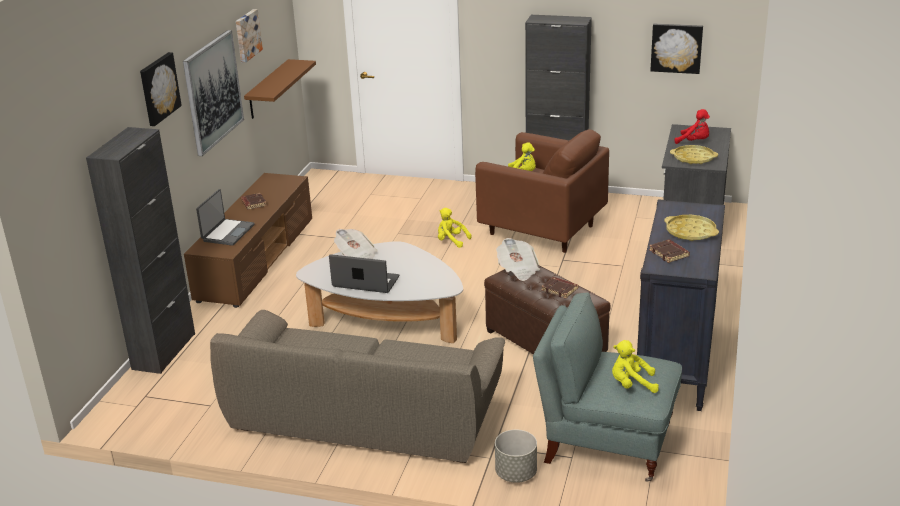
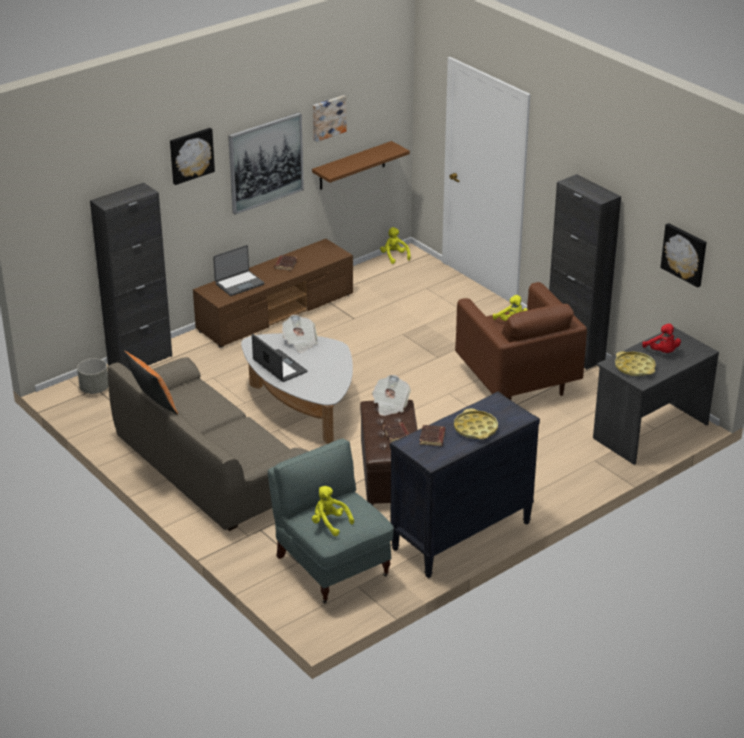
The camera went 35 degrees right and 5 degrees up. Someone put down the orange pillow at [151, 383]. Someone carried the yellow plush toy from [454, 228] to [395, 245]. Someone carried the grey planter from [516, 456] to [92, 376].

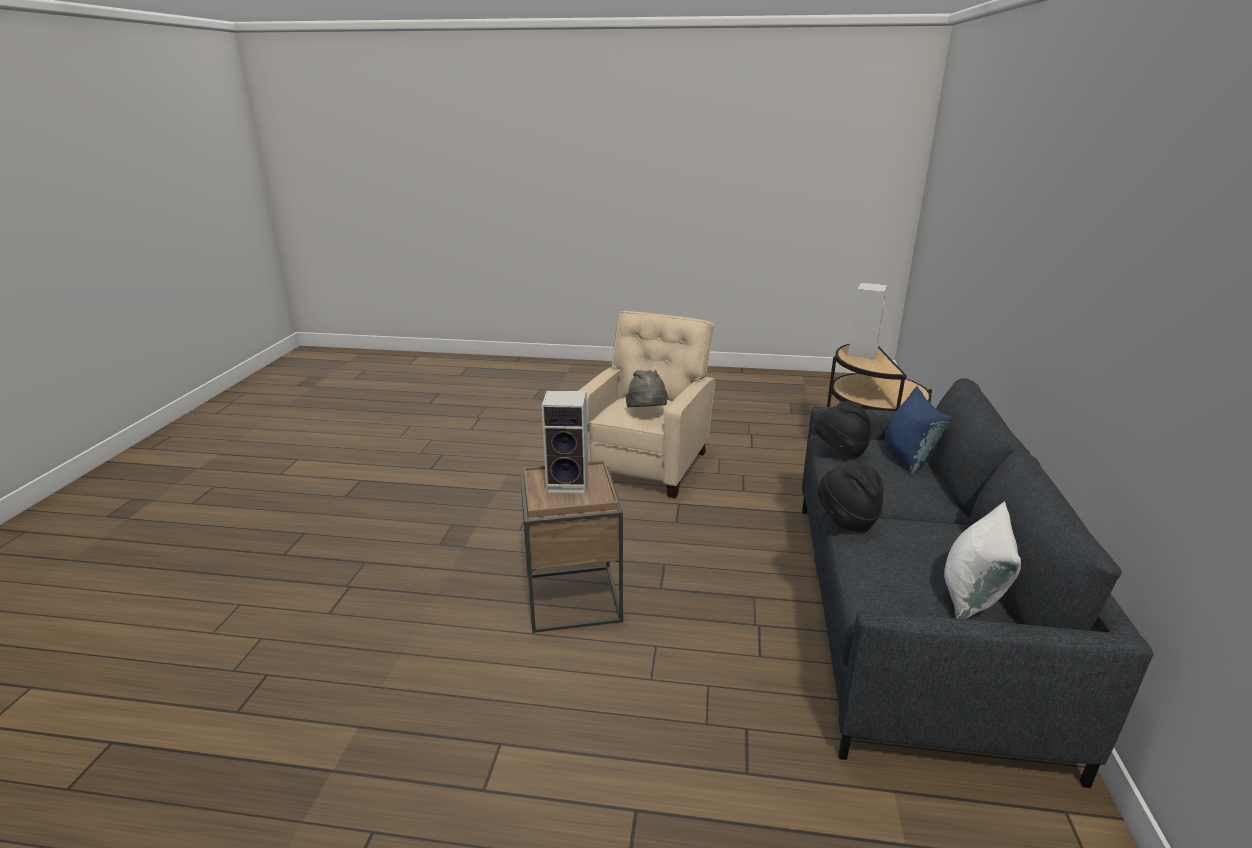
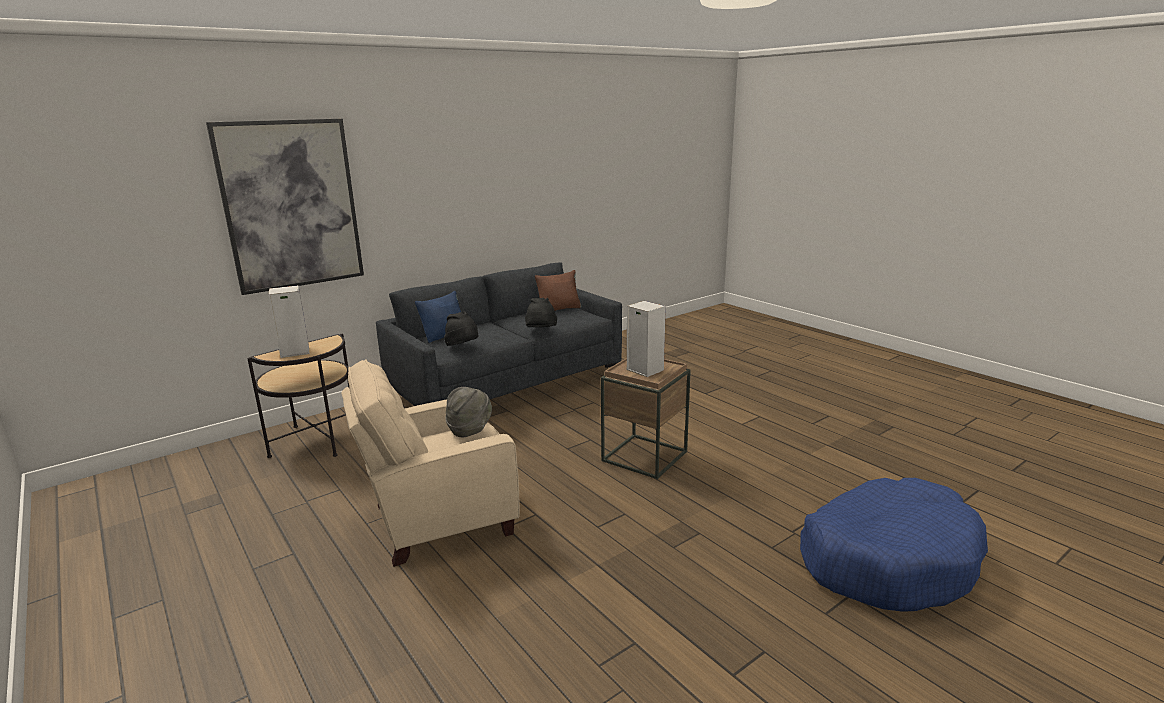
The camera went 135 degrees left and 5 degrees down. Someone put up the picture at [285, 207]. Someone put down the blue dog bed at [894, 545]. Someone repainted the white pillow at [982, 560], which became the brown pillow at [558, 290].

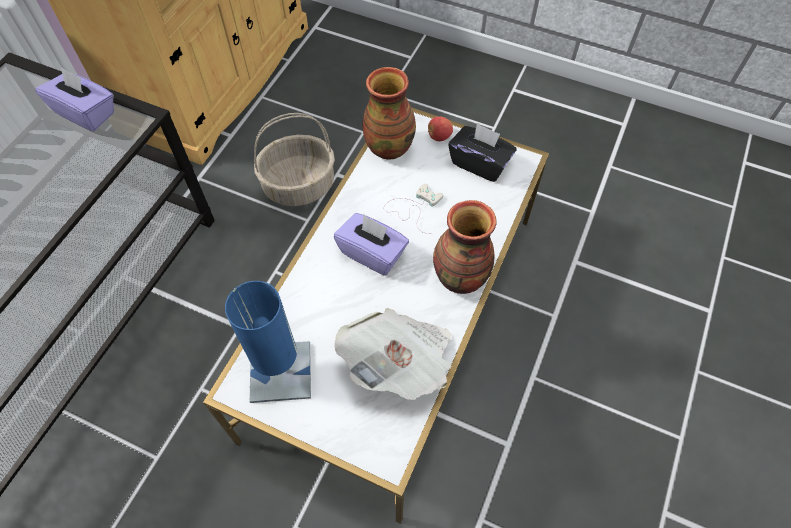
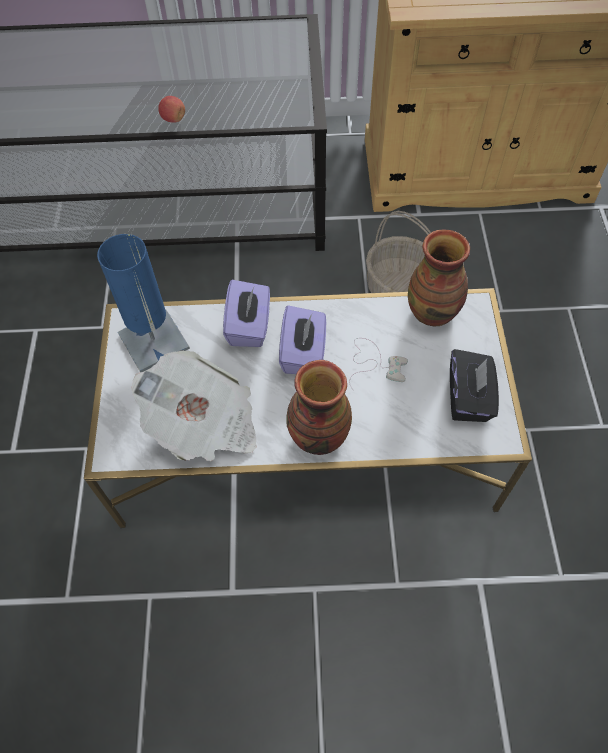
The camera went 65 degrees right and 0 degrees up. Someone carried the purple tissue box from [74, 99] to [246, 313]. Someone carried the apple from [440, 128] to [171, 109].

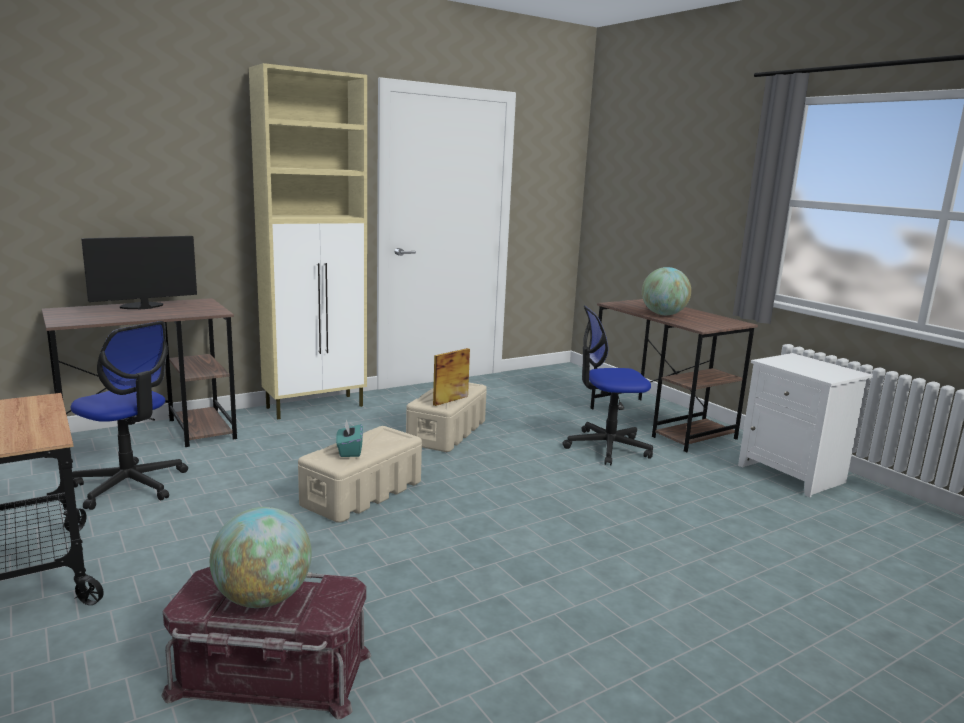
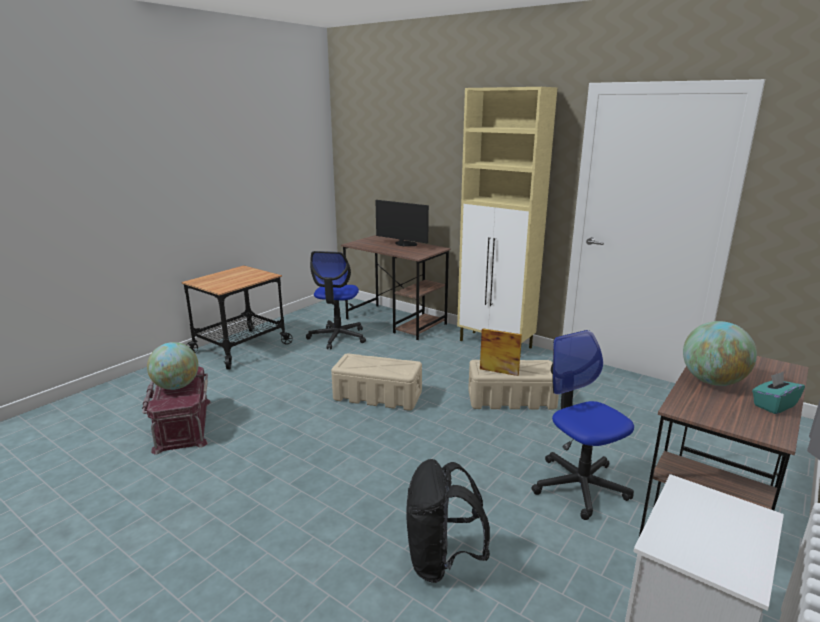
The camera went 70 degrees right and 5 degrees up. Someone put down the black backpack at [448, 521]. Someone carried the turquoise tissue box from [349, 438] to [778, 393].

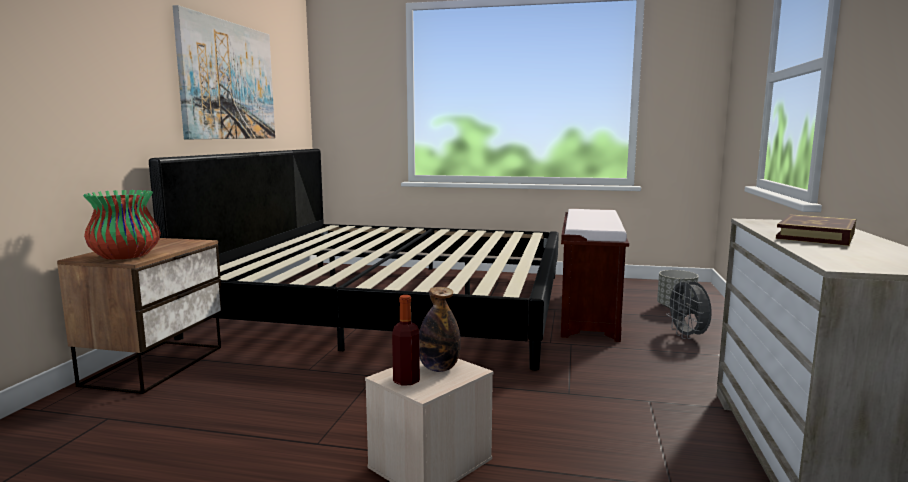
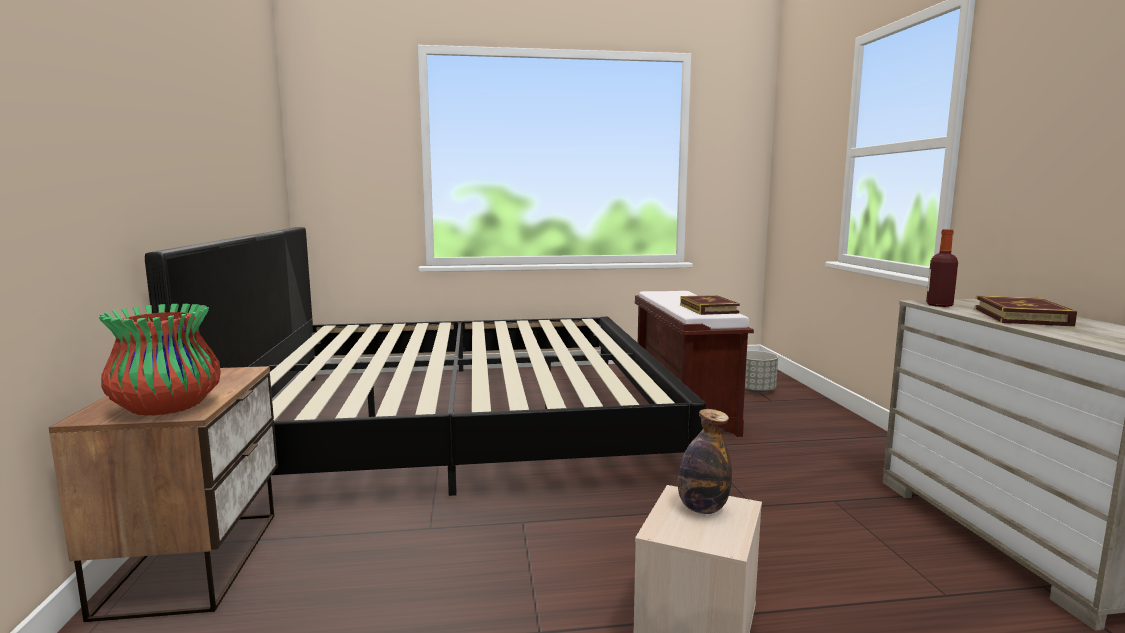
The camera went 20 degrees left and 0 degrees up. Someone took away the picture at [224, 72]. Someone took away the grey fan at [689, 308]. Someone put down the book at [710, 305]. Someone carried the bottle from [406, 340] to [942, 268].

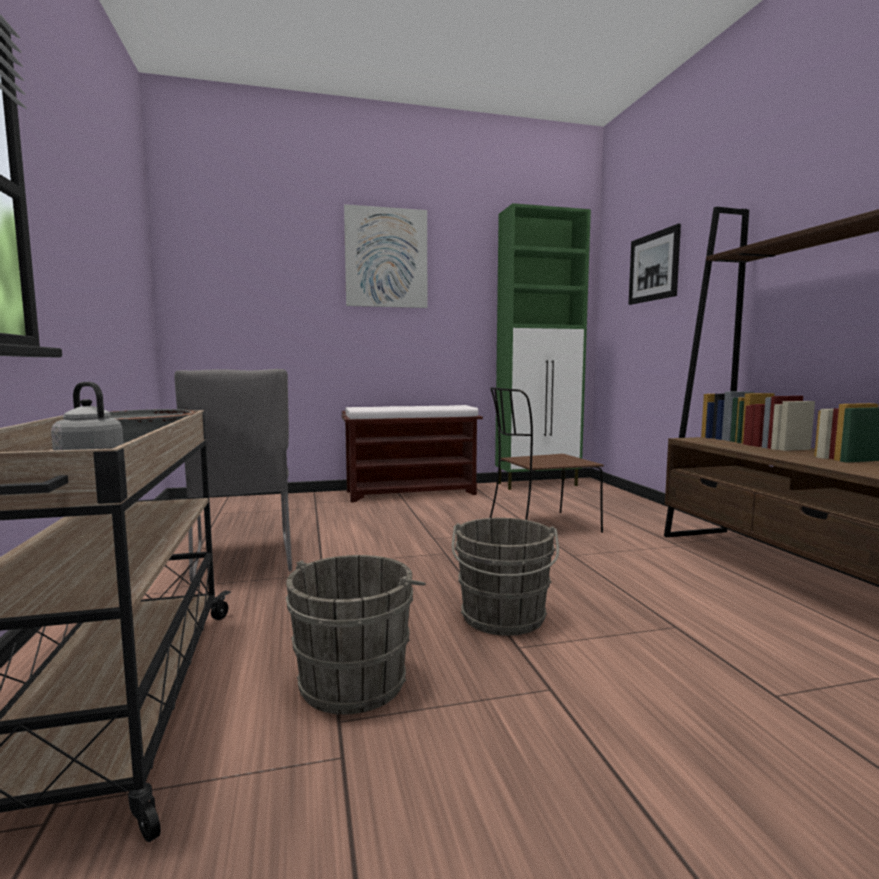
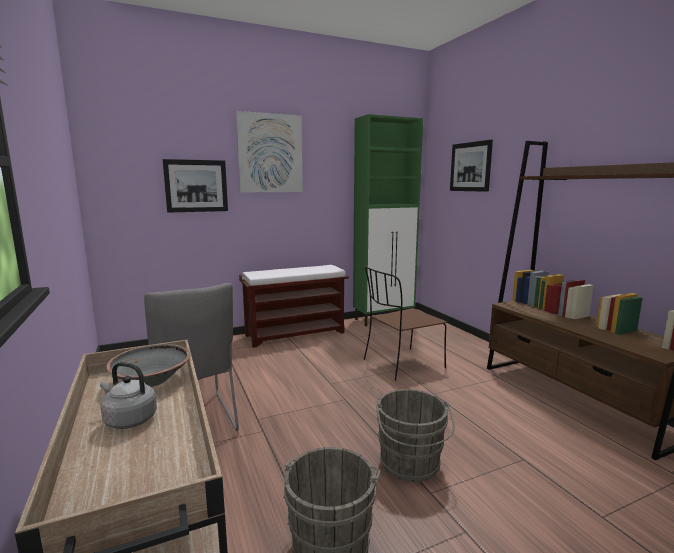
The camera went 10 degrees left and 5 degrees up. Someone put up the picture at [195, 186].

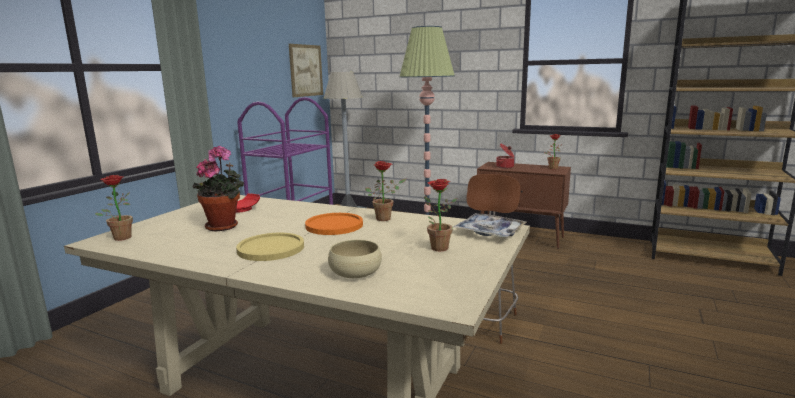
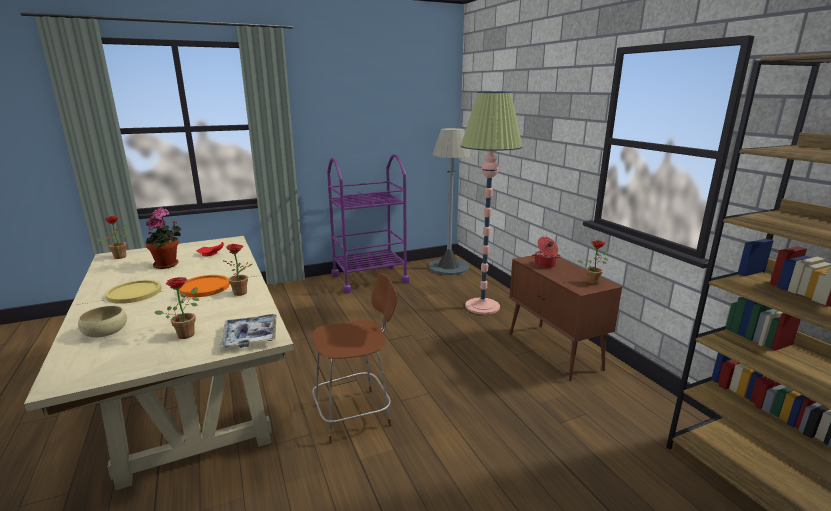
The camera went 40 degrees right and 5 degrees up. Someone took away the picture at [306, 70].

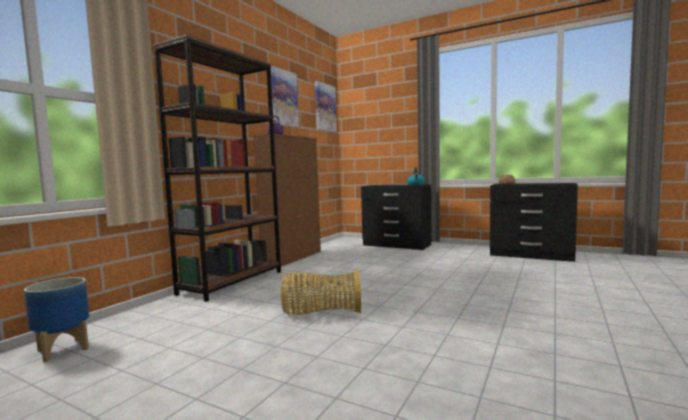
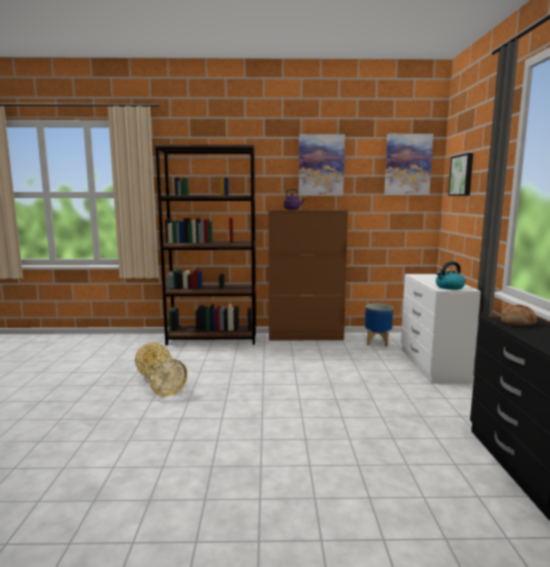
The camera went 60 degrees right and 5 degrees up. Someone put up the picture at [460, 174]. Someone carried the planter from [56, 319] to [379, 325]. Someone repainted the black dresser at [396, 217], which became the white dresser at [441, 328].

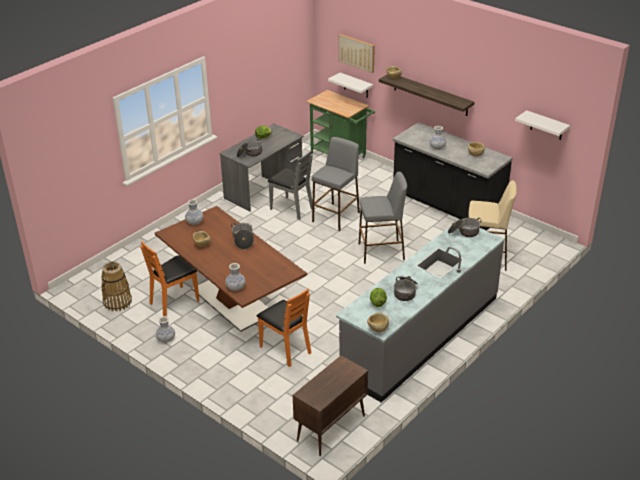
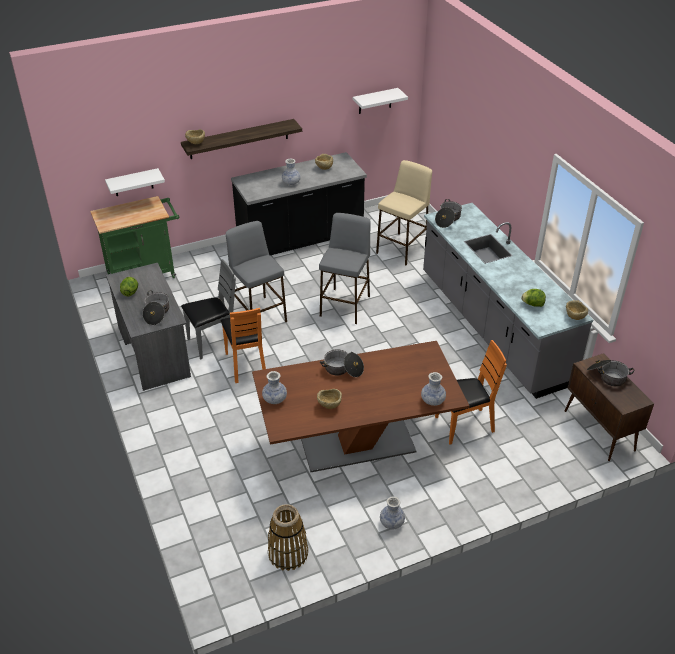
The camera went 65 degrees left and 5 degrees up. Someone took away the picture at [357, 53]. Someone carried the orange chair from [170, 278] to [243, 345]. Someone carried the cooking pot from [406, 288] to [610, 373].

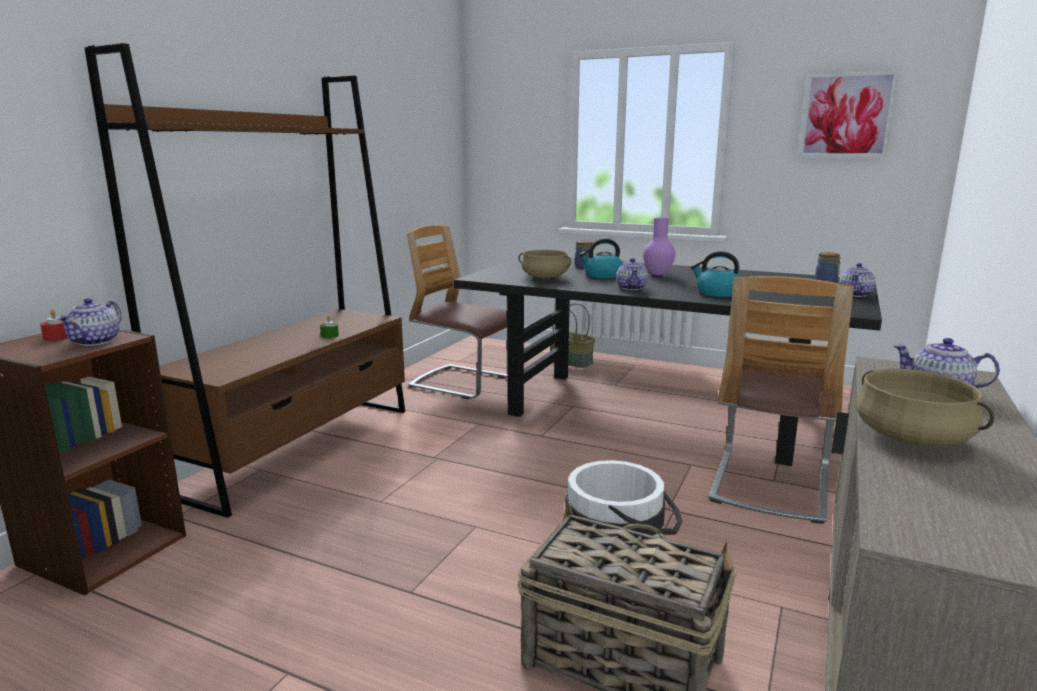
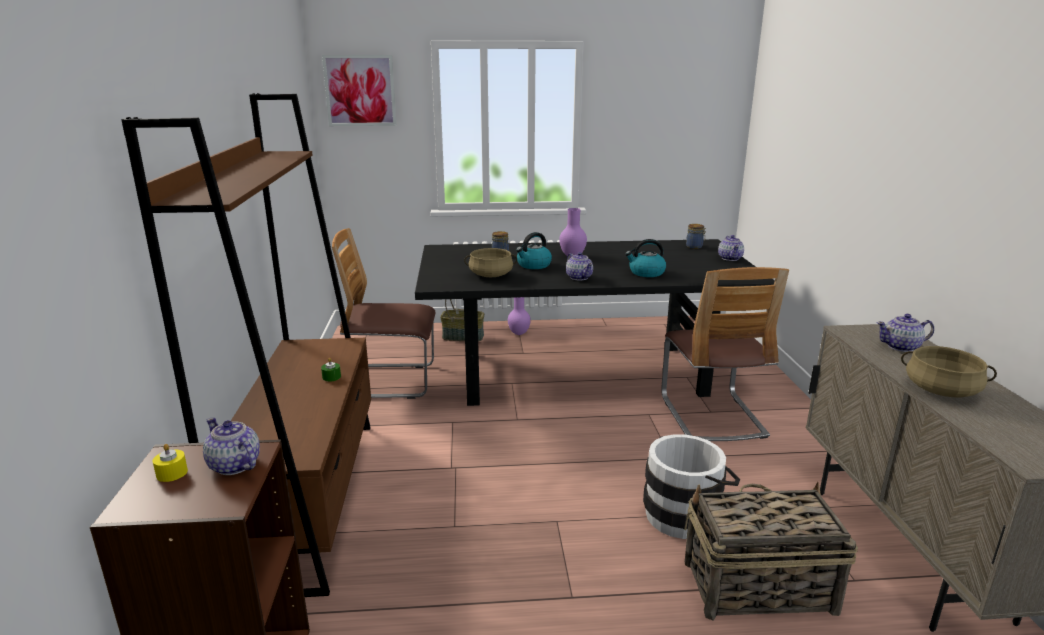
The camera went 30 degrees left and 5 degrees up. Someone put down the purple vase at [519, 316]. Someone carried the picture from [849, 114] to [359, 90]. Someone repainted the red candle at [54, 325], which became the yellow candle at [170, 463]. Someone rotated the teapot at [89, 322] by 150 degrees clockwise.

